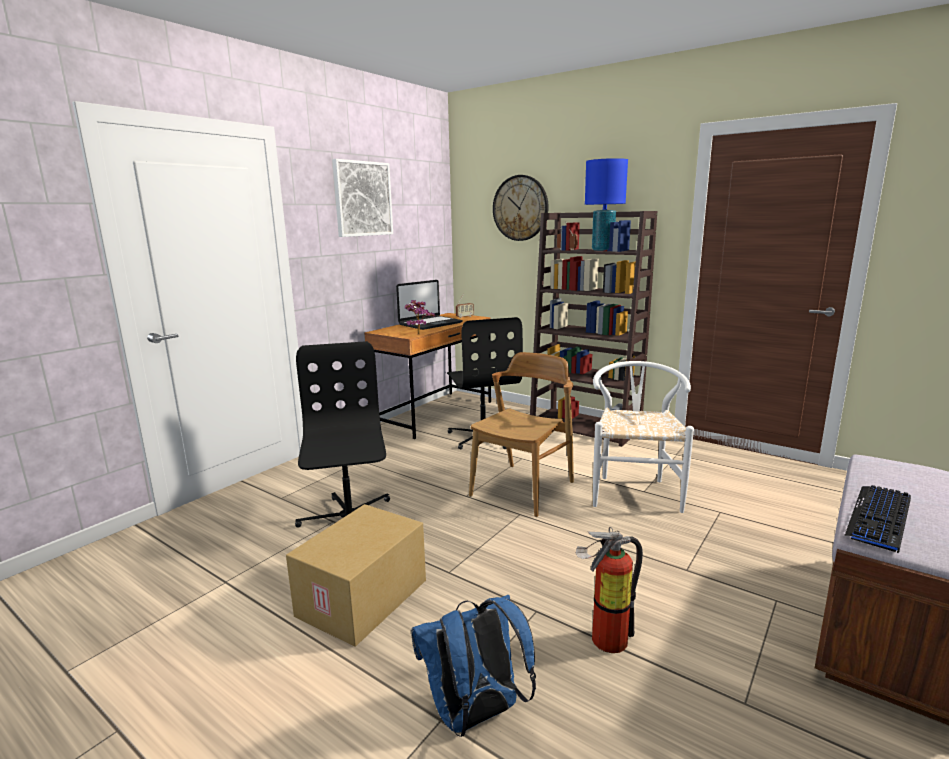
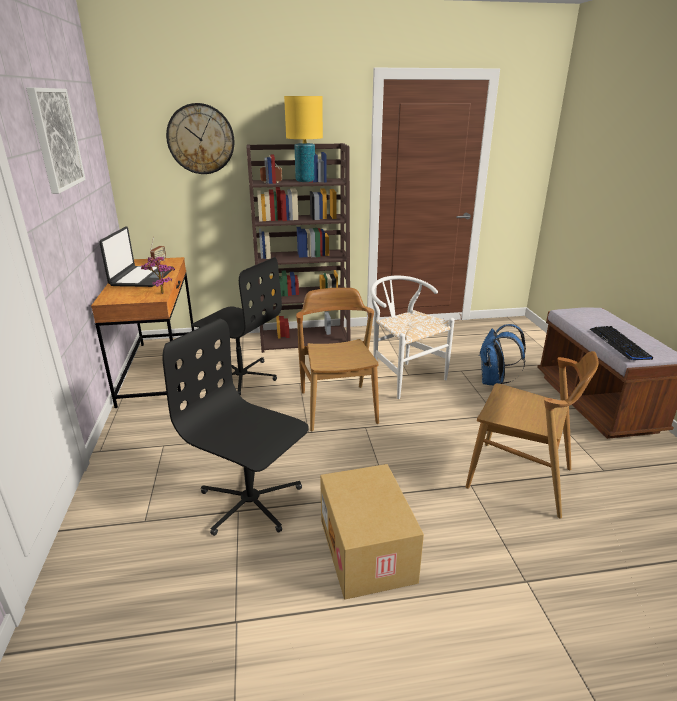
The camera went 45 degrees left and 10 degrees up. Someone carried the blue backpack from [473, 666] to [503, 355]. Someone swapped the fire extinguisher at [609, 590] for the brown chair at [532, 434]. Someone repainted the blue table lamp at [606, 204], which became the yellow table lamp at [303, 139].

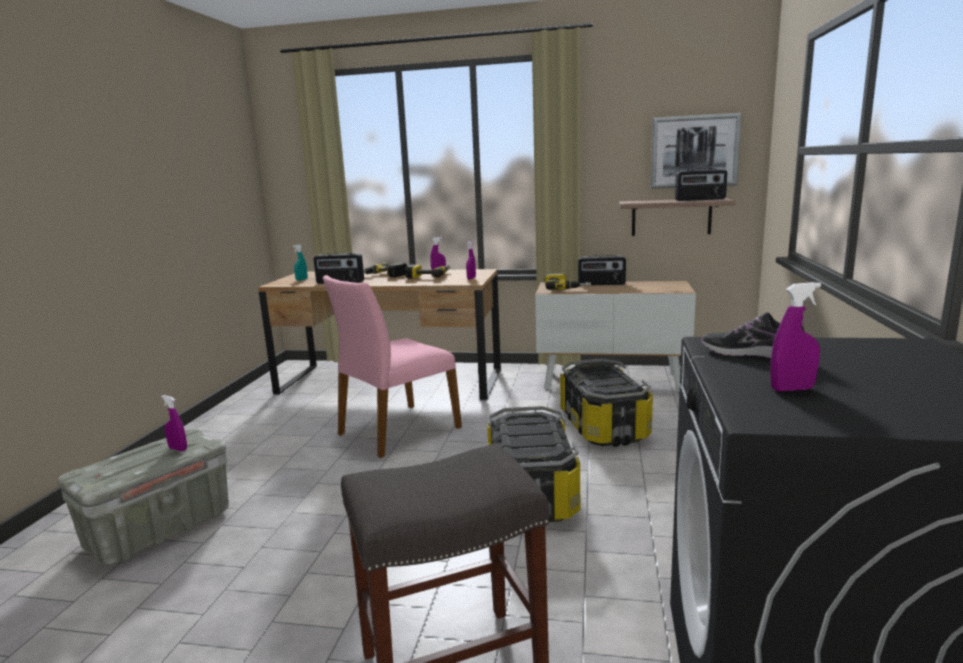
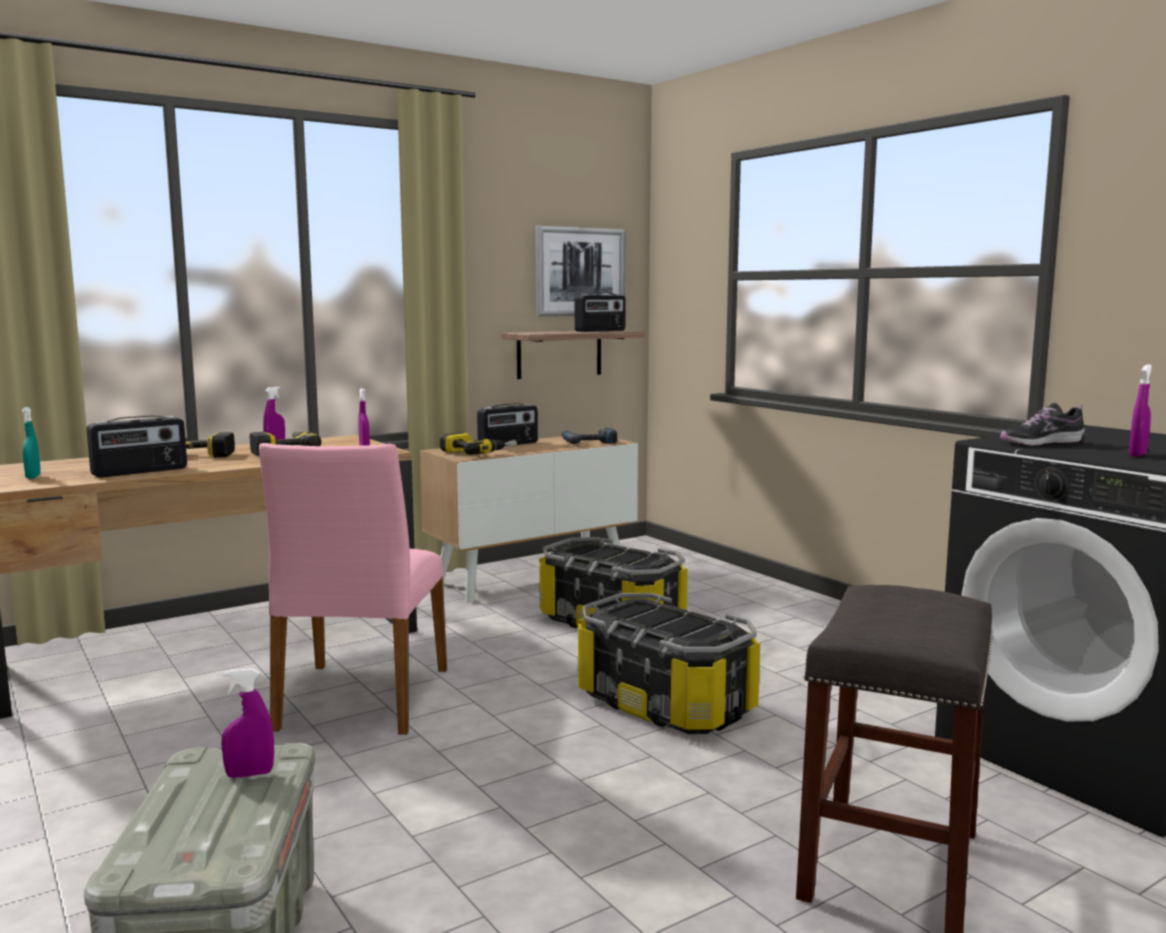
The camera went 45 degrees left and 5 degrees down. Someone put down the power drill at [589, 436].

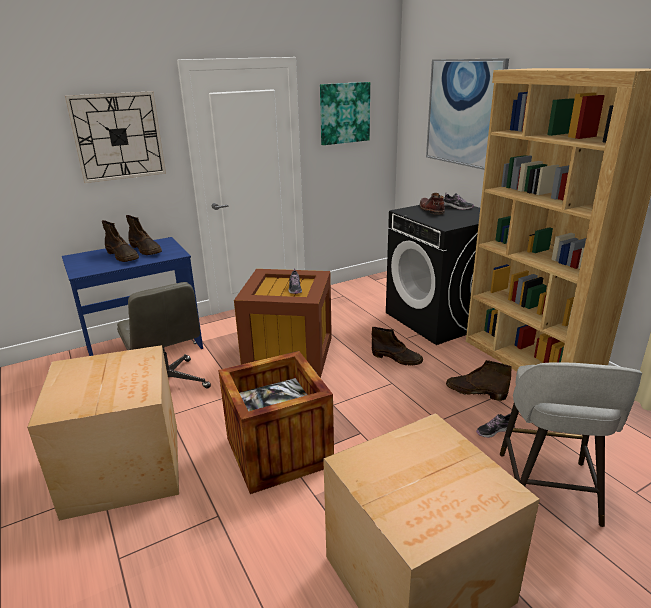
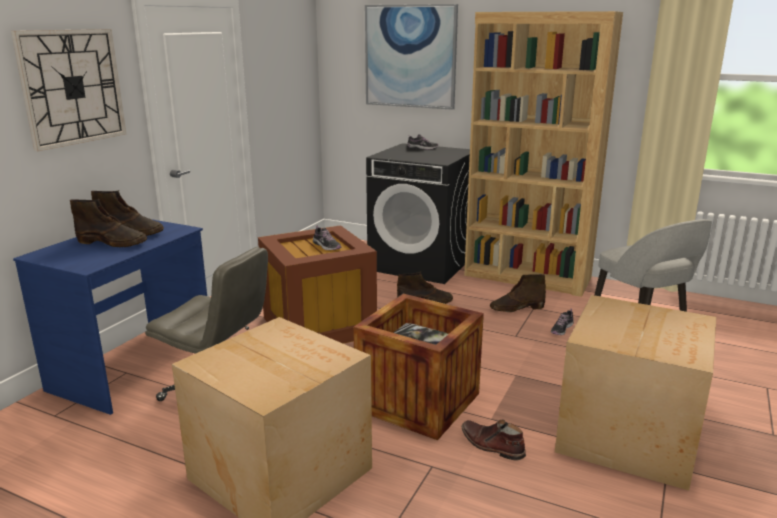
The camera went 35 degrees left and 5 degrees down. Someone took away the picture at [345, 113]. Someone carried the brown boot from [432, 204] to [494, 440].

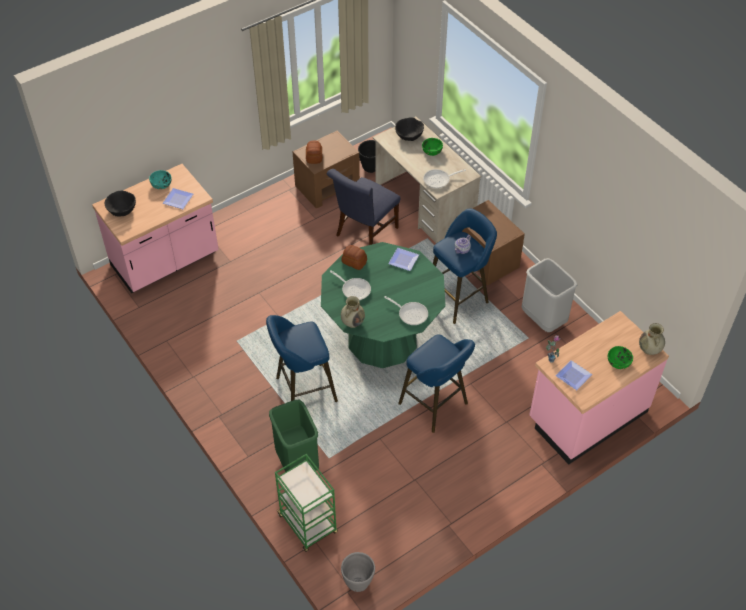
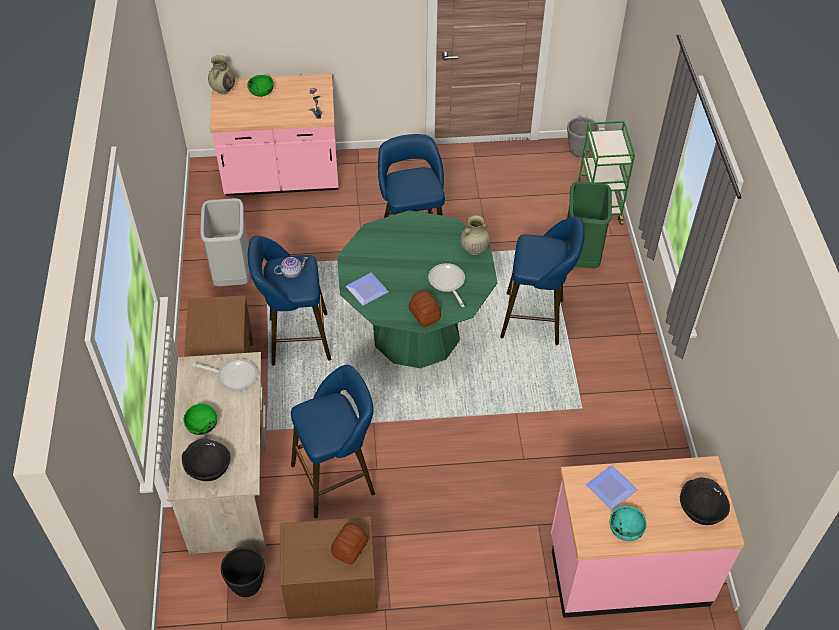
The camera went 150 degrees left and 0 degrees up. Someone took away the frying pan at [406, 310]. Someone took away the plate at [573, 375]. Someone swapped the blue chair at [363, 207] for the blue stool at [333, 441].

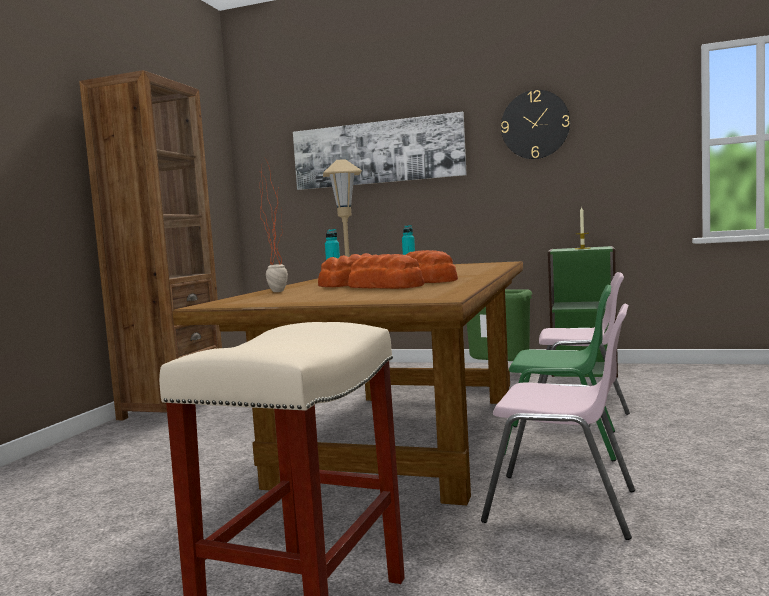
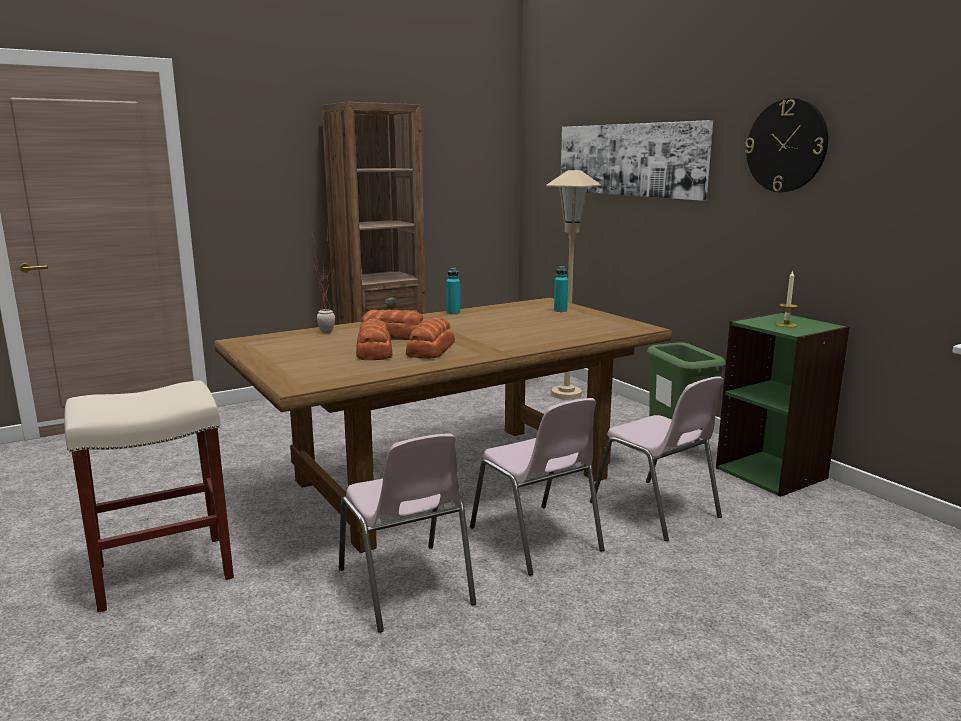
The camera went 40 degrees right and 10 degrees up. Someone repainted the green chair at [560, 373], which became the pink chair at [537, 487].

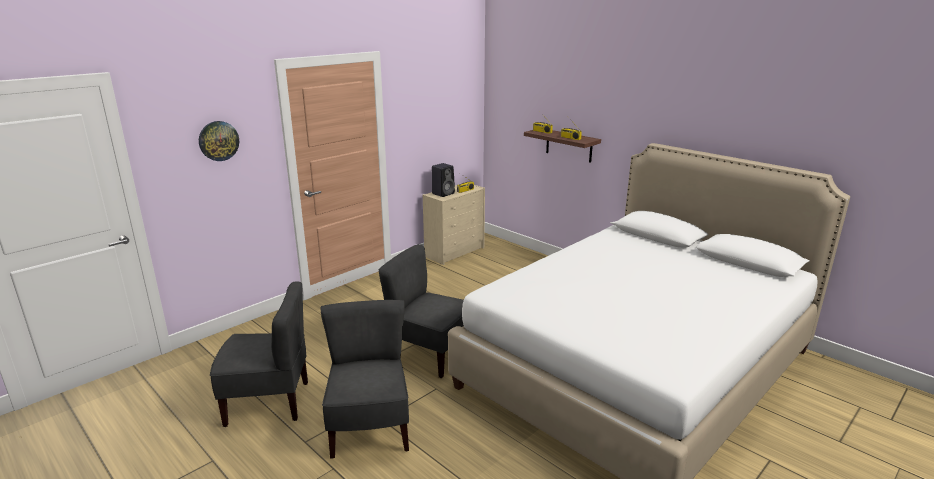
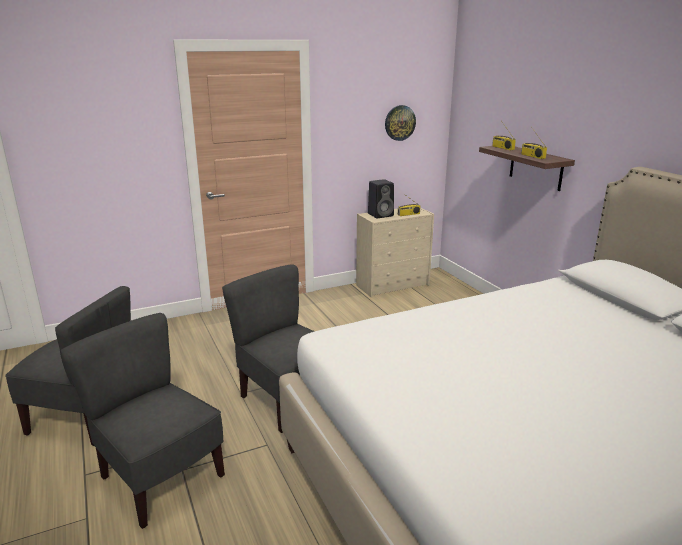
The camera went 20 degrees right and 0 degrees up. Someone carried the wall clock from [219, 141] to [400, 123]. Someone rotated the grey chair at [364, 379] by 60 degrees counterclockwise.

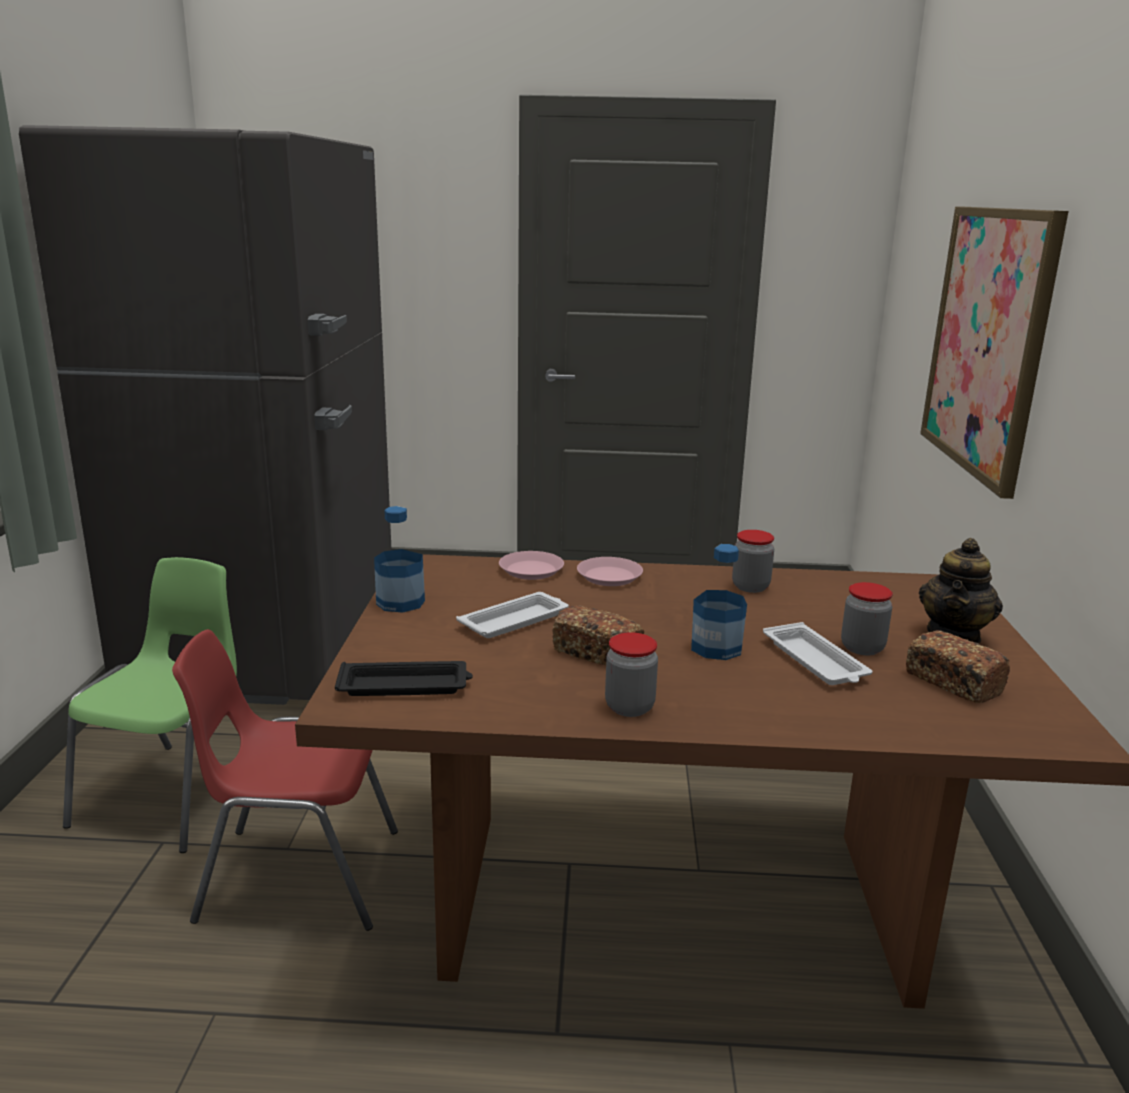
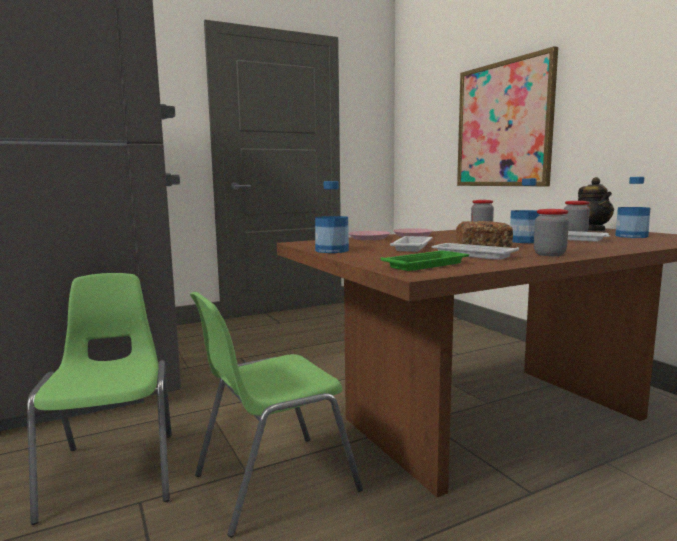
The camera went 30 degrees left and 10 degrees down. Someone put down the white tray at [475, 251]. Someone swapped the bread at [958, 666] for the bottle at [632, 207]. Someone repainted the red chair at [285, 780], which became the green chair at [276, 414]. Someone repainted the black tray at [404, 678], which became the green tray at [425, 261].

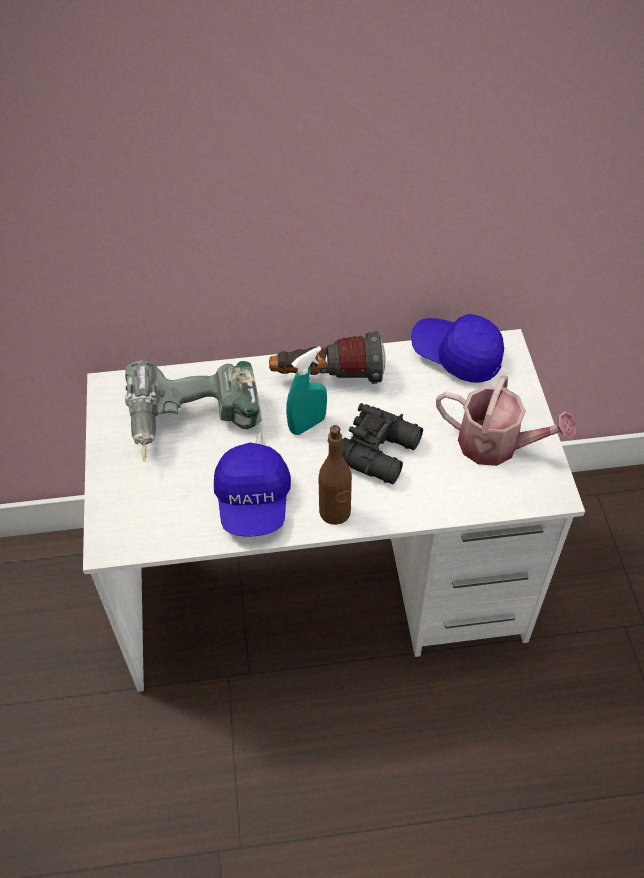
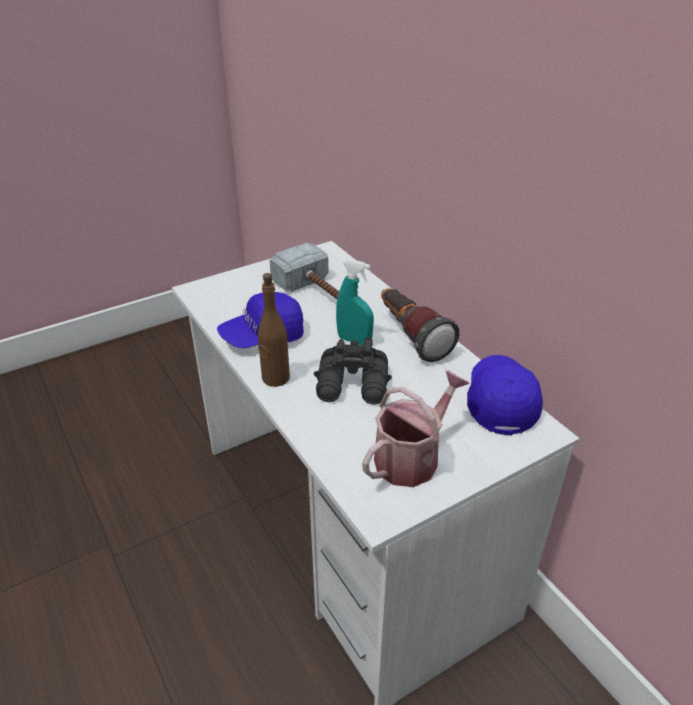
The camera went 65 degrees right and 15 degrees down. Someone swapped the power drill at [194, 411] for the hammer at [304, 271]. Someone rotated the watering can at [506, 420] by 135 degrees counterclockwise.

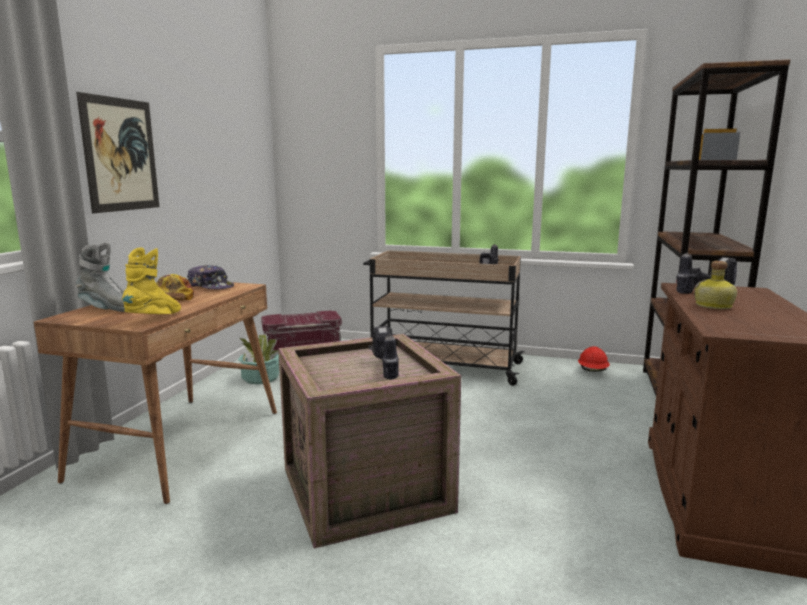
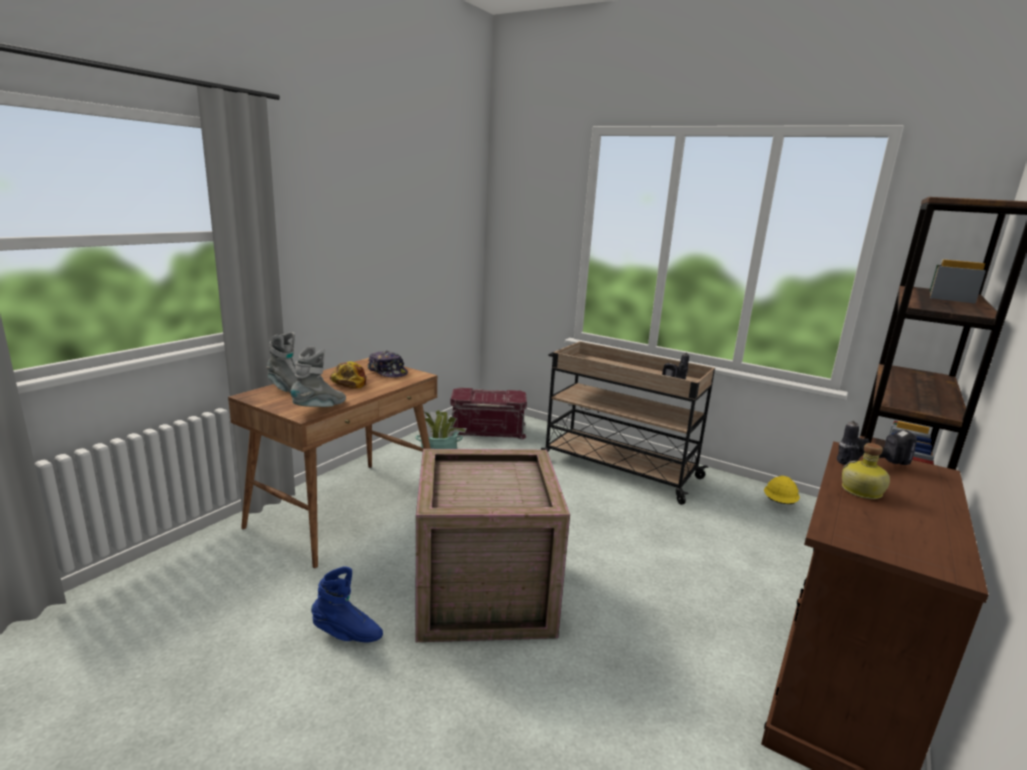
The camera went 15 degrees right and 5 degrees up. Someone took away the picture at [117, 152]. Someone took away the power drill at [383, 352]. Someone put down the blue boot at [347, 605]. Someone repainted the yellow boot at [151, 281], which became the grey boot at [318, 376]. Someone repainted the red hard hat at [594, 359], which became the yellow hard hat at [782, 490].

